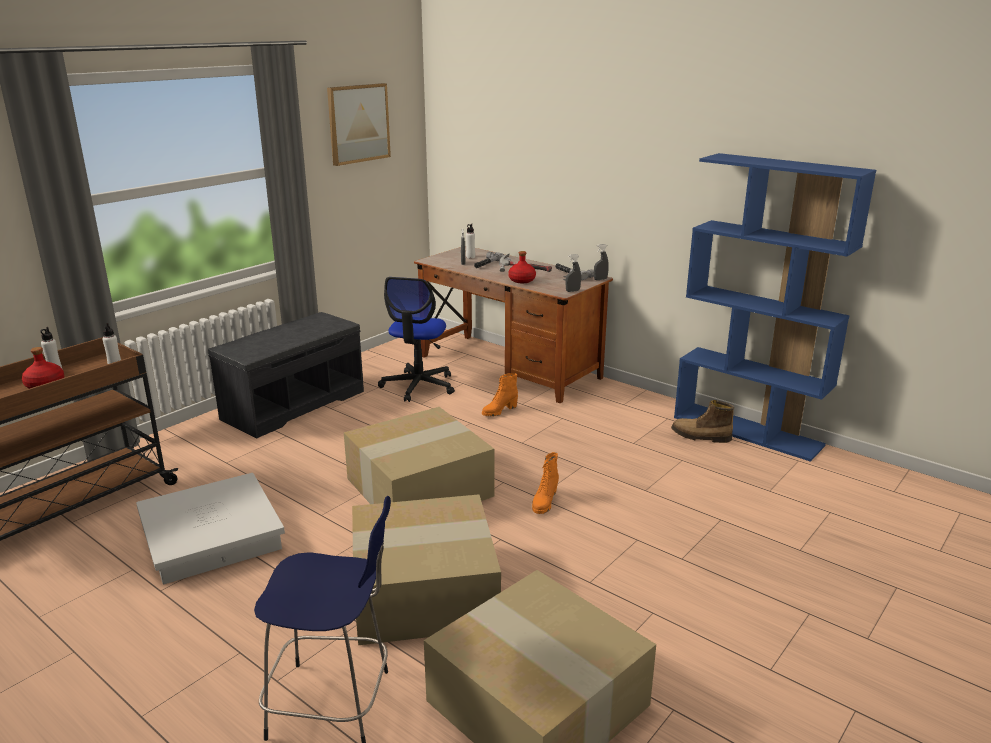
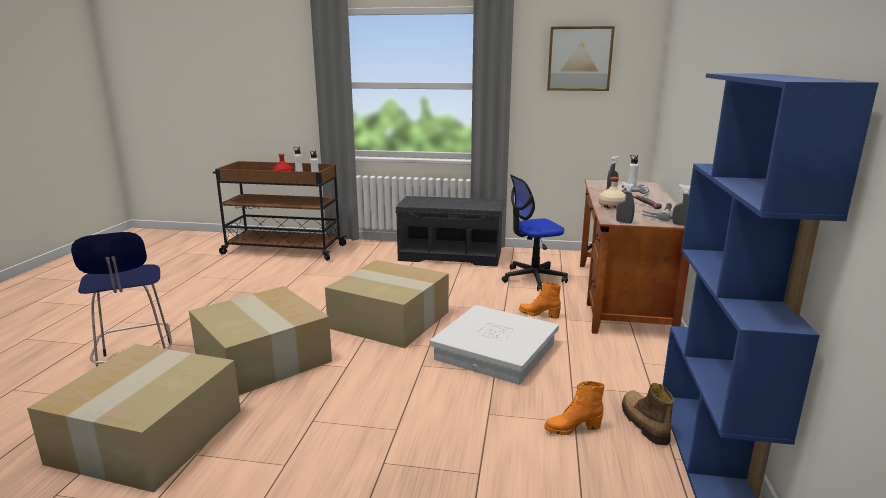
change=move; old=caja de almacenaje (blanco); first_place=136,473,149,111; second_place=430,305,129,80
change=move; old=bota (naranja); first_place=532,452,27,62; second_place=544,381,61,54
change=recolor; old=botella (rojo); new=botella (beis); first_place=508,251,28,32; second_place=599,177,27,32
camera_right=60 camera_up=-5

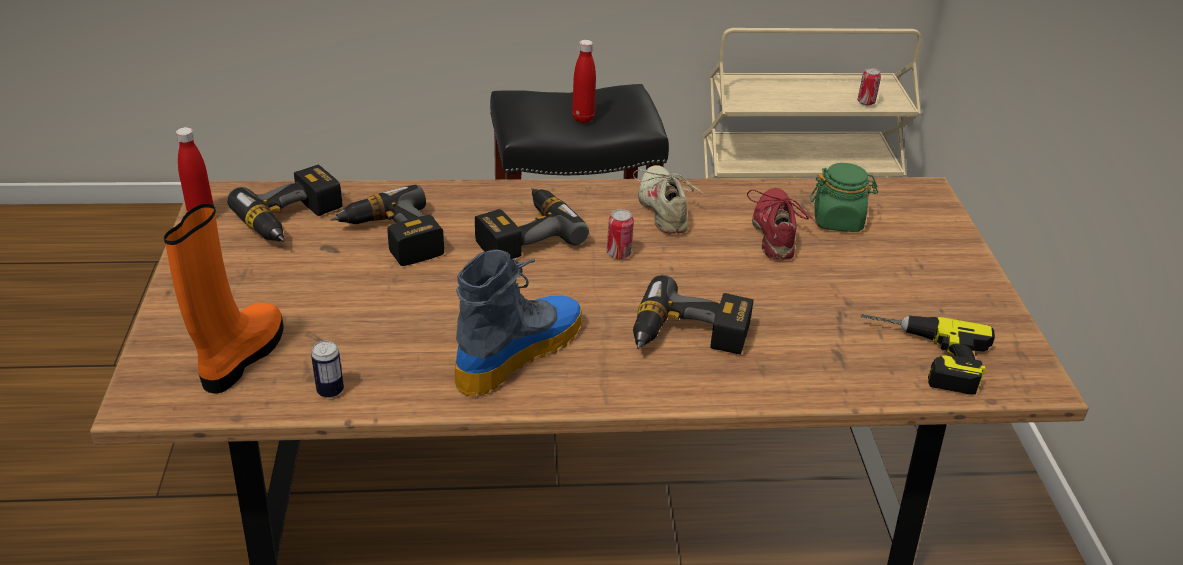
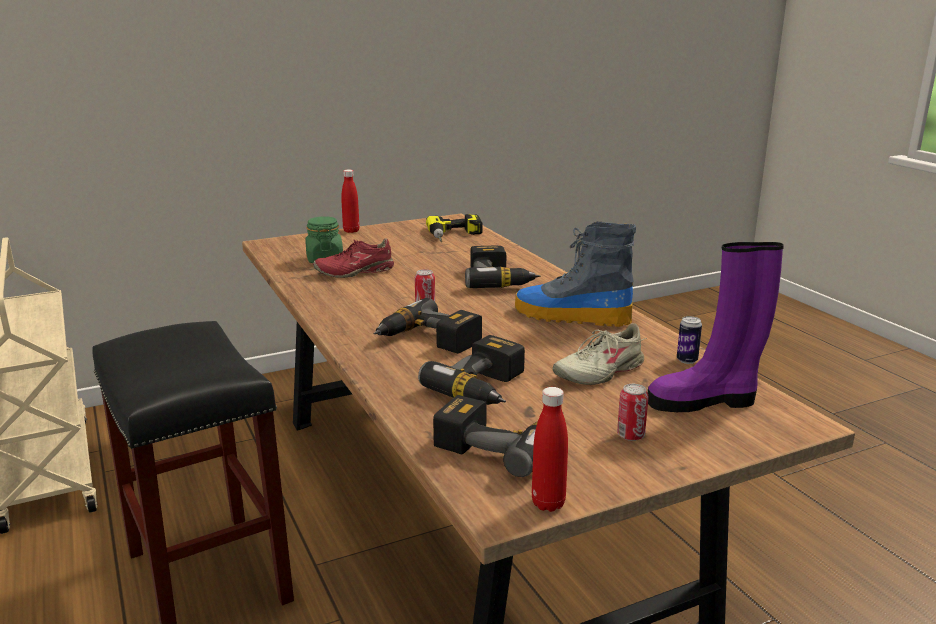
change=move; old=botella (rojo); first_place=572,40,24,83; second_place=341,169,19,64
change=move; old=zapato (beis); first_place=633,165,73,69; second_place=553,323,94,62
change=move; old=lata; first_place=858,68,23,37; second_place=617,384,32,57
change=recolor; old=bota (naranja); new=bota (morado); first_place=164,204,119,189; second_place=648,242,136,170
camera_right=-110 camera_up=-15

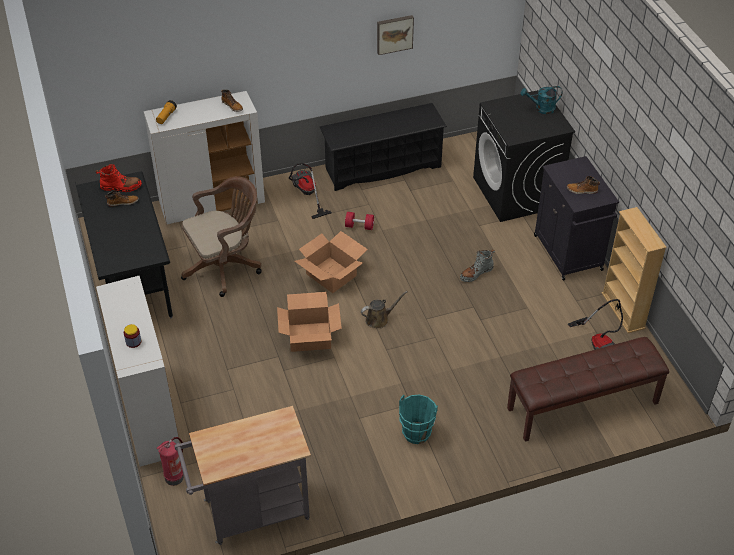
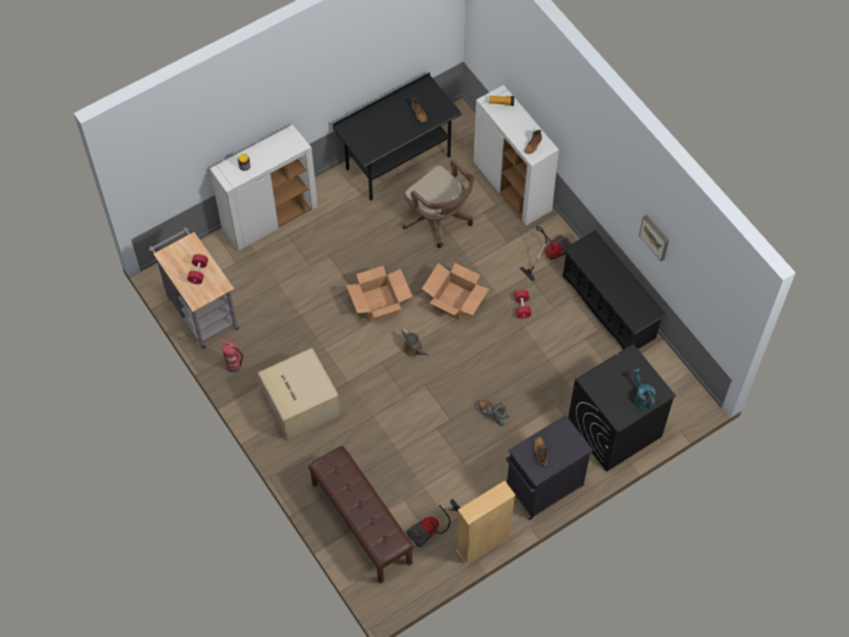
change=insert; new=mancuerna (rojo); second_place=187,254,21,30
change=move; old=extintor; first_place=157,437,27,49; second_place=220,339,23,34
change=replace; old=cubo (turquesa); new=caja de cartón; first_place=399,395,39,49; second_place=257,348,84,93
change=delete; old=bota (rojo); first_place=96,164,46,28
camera_right=75 camera_up=15

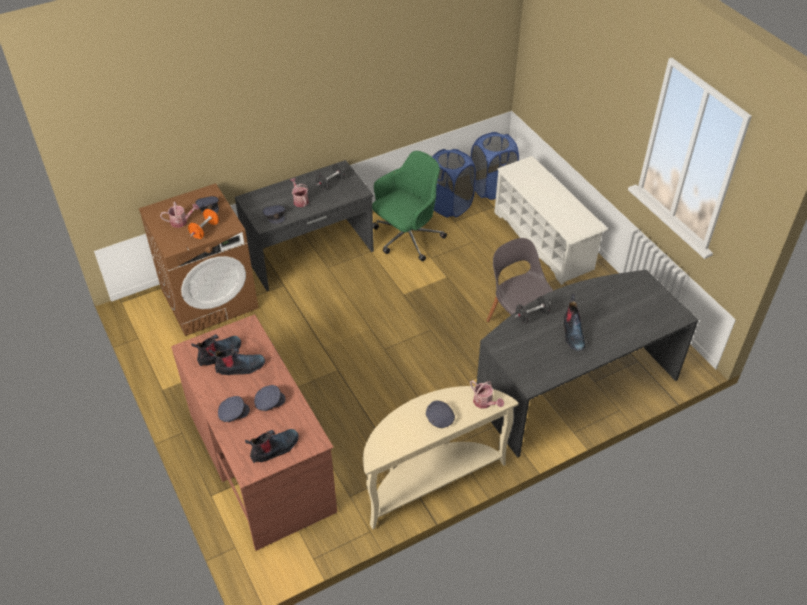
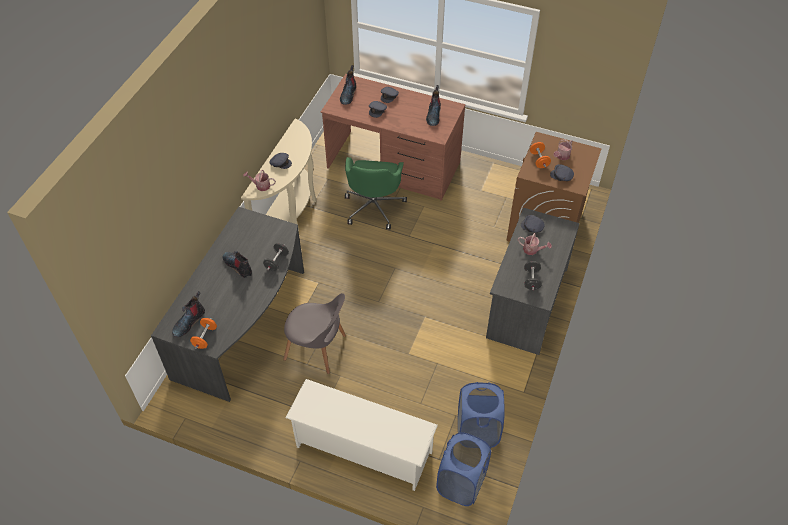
change=move; old=bota; first_place=208,348,57,27; second_place=172,291,33,46
change=insert; new=mancuerna (naranja); second_place=190,318,27,31
change=move; old=silla de oficina (verde); first_place=372,151,75,111; second_place=345,157,62,73
camera_right=140 camera_up=5

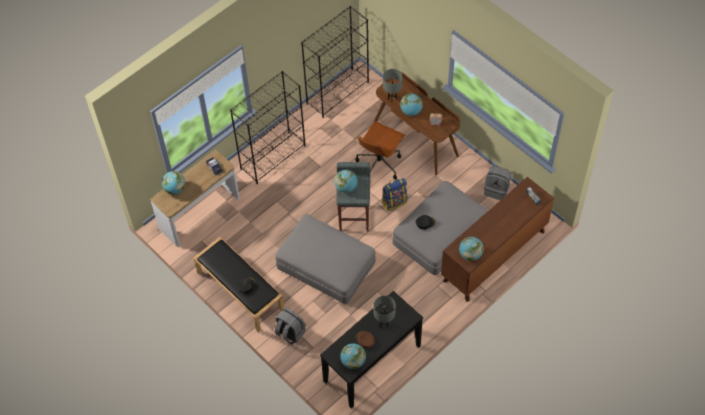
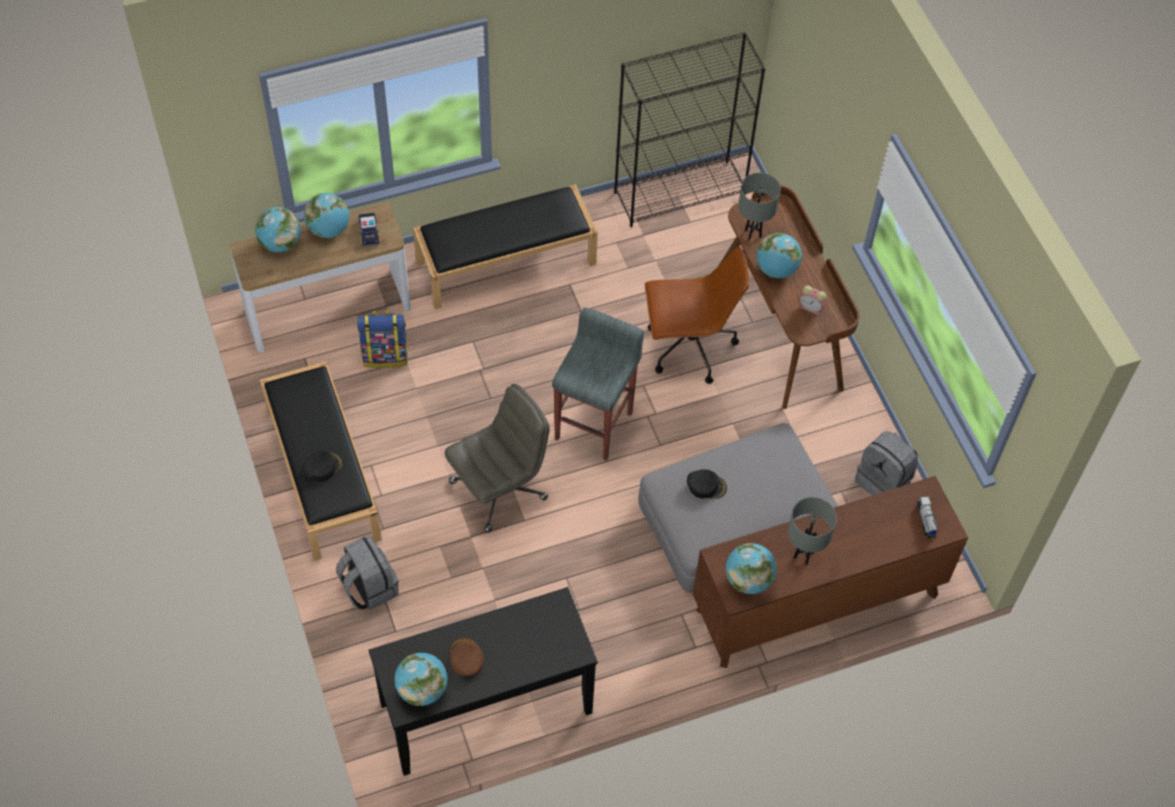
change=move; old=globo terráqueo; first_place=334,170,24,23; second_place=304,193,45,45
change=move; old=mochila; first_place=382,178,25,33; second_place=357,310,51,58
change=replace; old=estantería (negro); new=banco (negro); first_place=230,71,76,113; second_place=413,184,185,126
change=replace; old=puf (gris); new=silla de oficina (gris); first_place=275,214,101,90; second_place=444,384,106,149
change=rotate; old=silla de oficina (marrón); first_place=355,121,50,58; second_place=645,247,104,137; degrees=-150
change=move; old=lámpara de mesa (gris); first_place=373,296,23,32; second_place=788,497,49,68
camera_right=20 camera_up=0

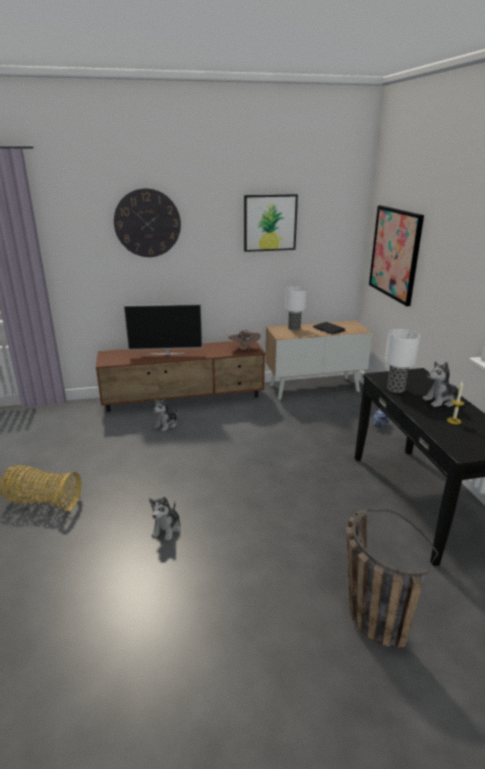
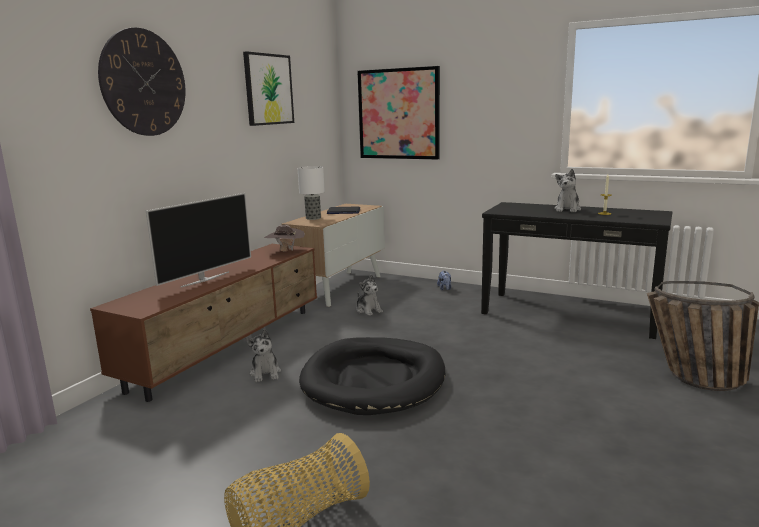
change=insert; new=cama para perro (negro); second_place=299,337,146,78
change=move; old=peluche; first_place=149,497,32,44; second_place=356,274,27,42
change=delete; old=lámpara de mesa; first_place=385,329,35,64
camera_right=-50 camera_up=-10

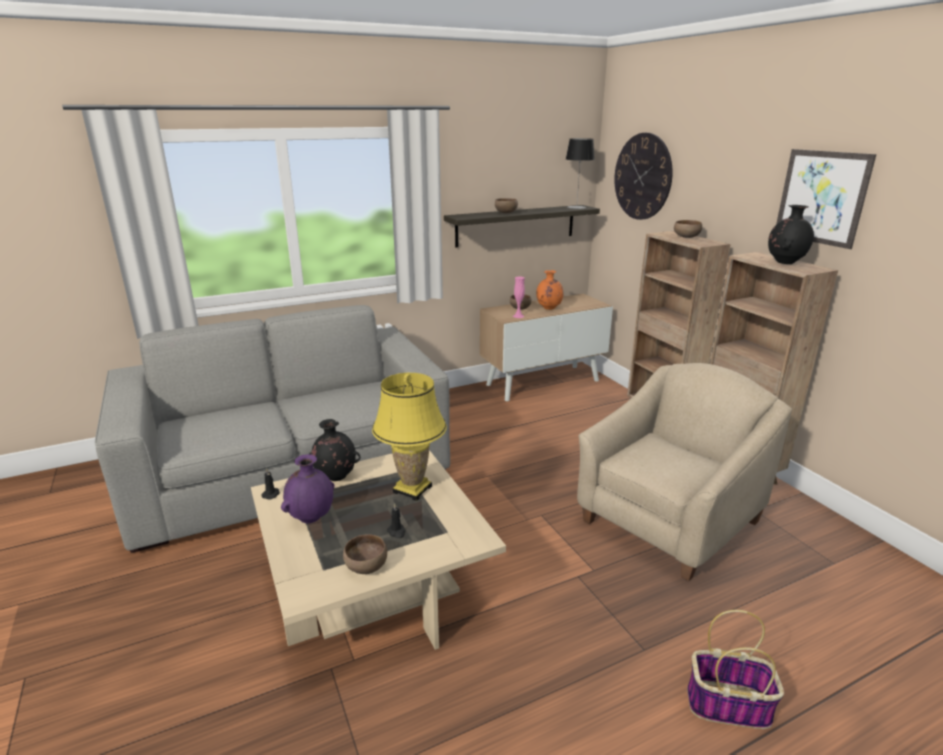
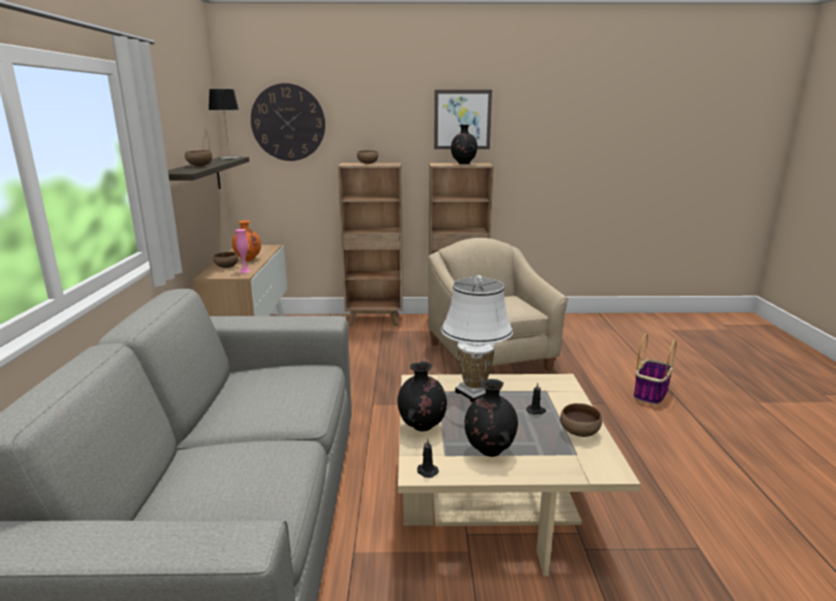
change=recolor; old=lámpara de mesa (amarillo); new=lámpara de mesa (blanco); first_place=372,373,75,128; second_place=441,275,72,128
change=recolor; old=florero (morado); new=florero (negro); first_place=281,454,53,70; second_place=464,379,54,78
camera_right=-65 camera_up=-5

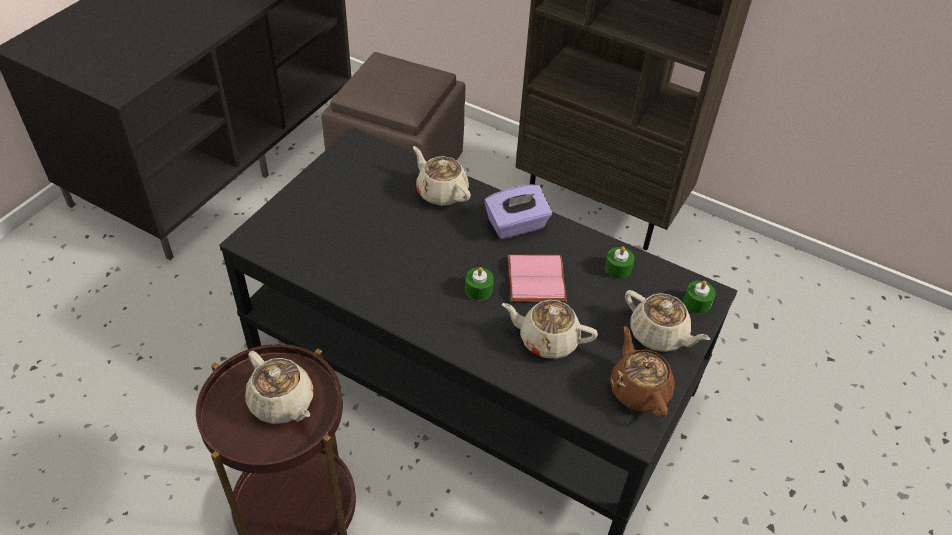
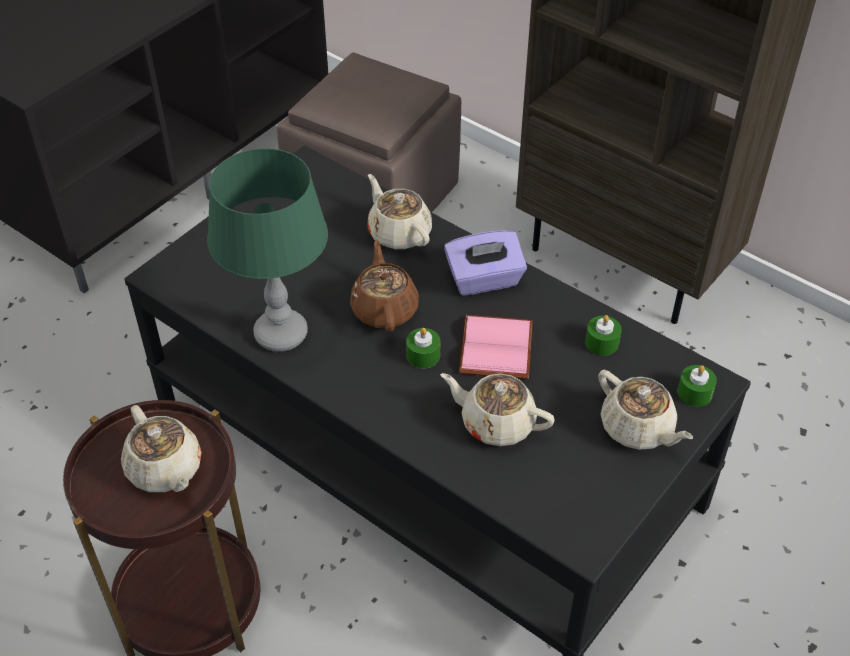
change=insert; new=lámpara de mesa (verde); second_place=207,148,121,204
change=move; old=tetera (marrón); first_place=610,326,65,91; second_place=350,240,69,92
camera_right=10 camera_up=0

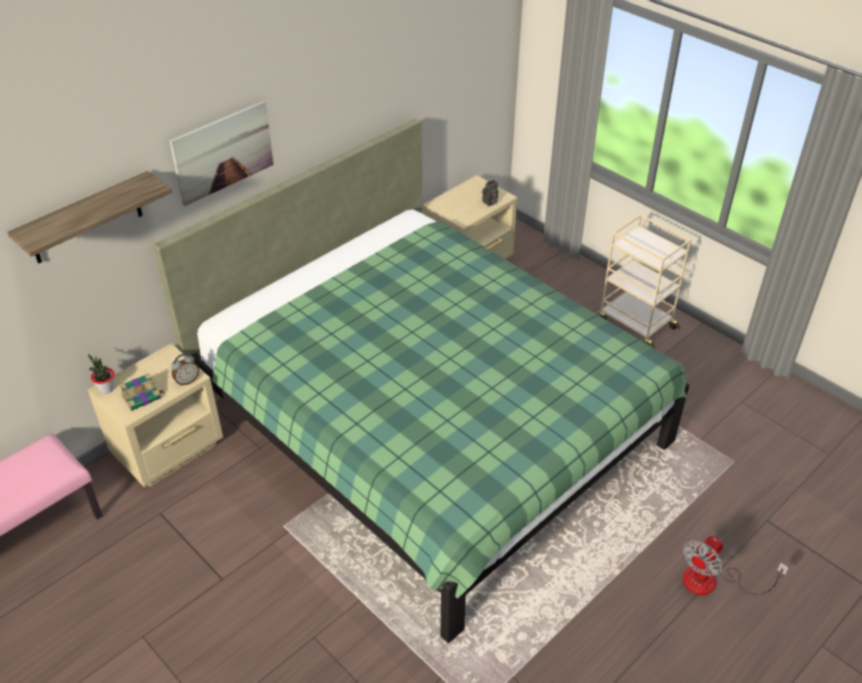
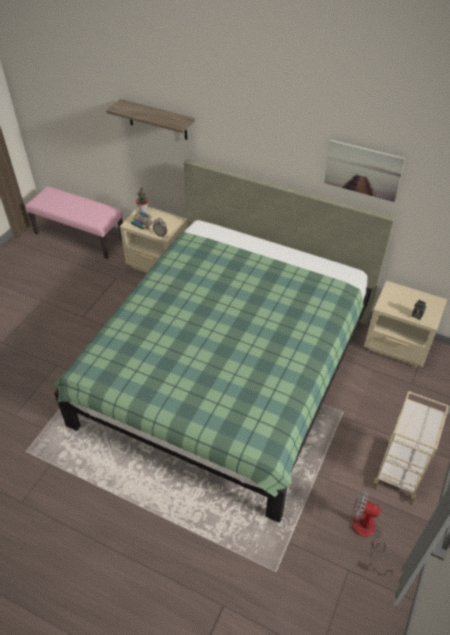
change=move; old=cuadro; first_place=169,101,105,105; second_place=324,140,82,62
change=move; old=ventilador; first_place=683,536,106,59; second_place=352,491,43,85
camera_right=70 camera_up=5

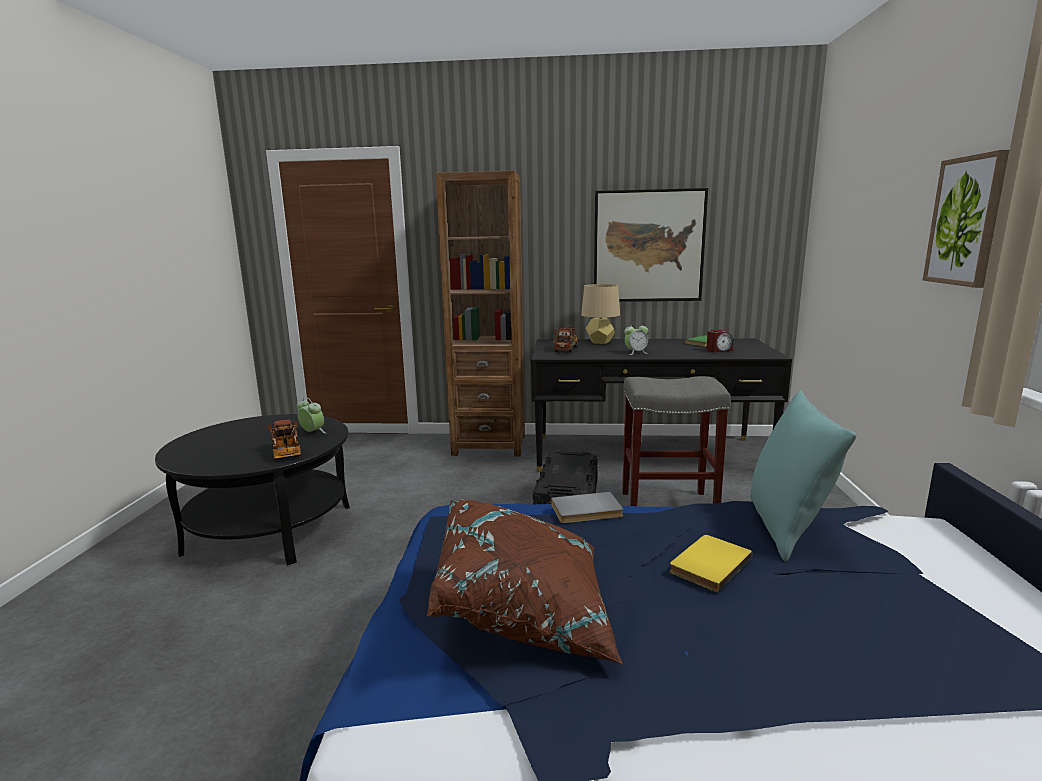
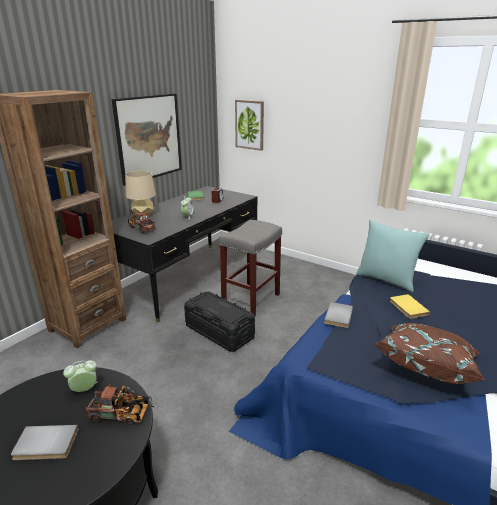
change=insert; new=libro (gris); second_place=11,425,68,35
change=move; old=cuadro; first_place=923,150,86,138; second_place=235,100,29,51
camera_right=-60 camera_up=10

